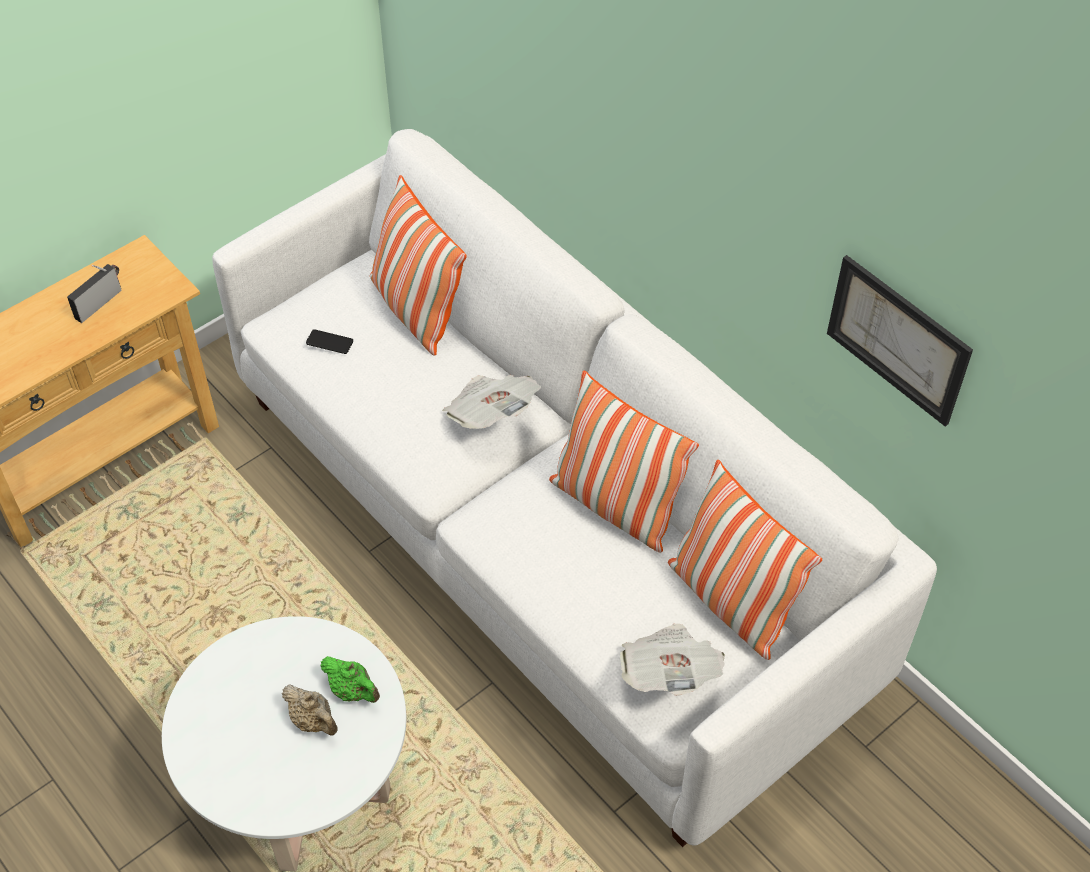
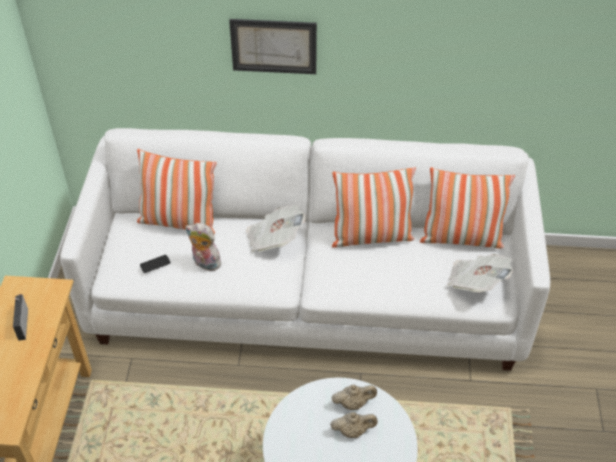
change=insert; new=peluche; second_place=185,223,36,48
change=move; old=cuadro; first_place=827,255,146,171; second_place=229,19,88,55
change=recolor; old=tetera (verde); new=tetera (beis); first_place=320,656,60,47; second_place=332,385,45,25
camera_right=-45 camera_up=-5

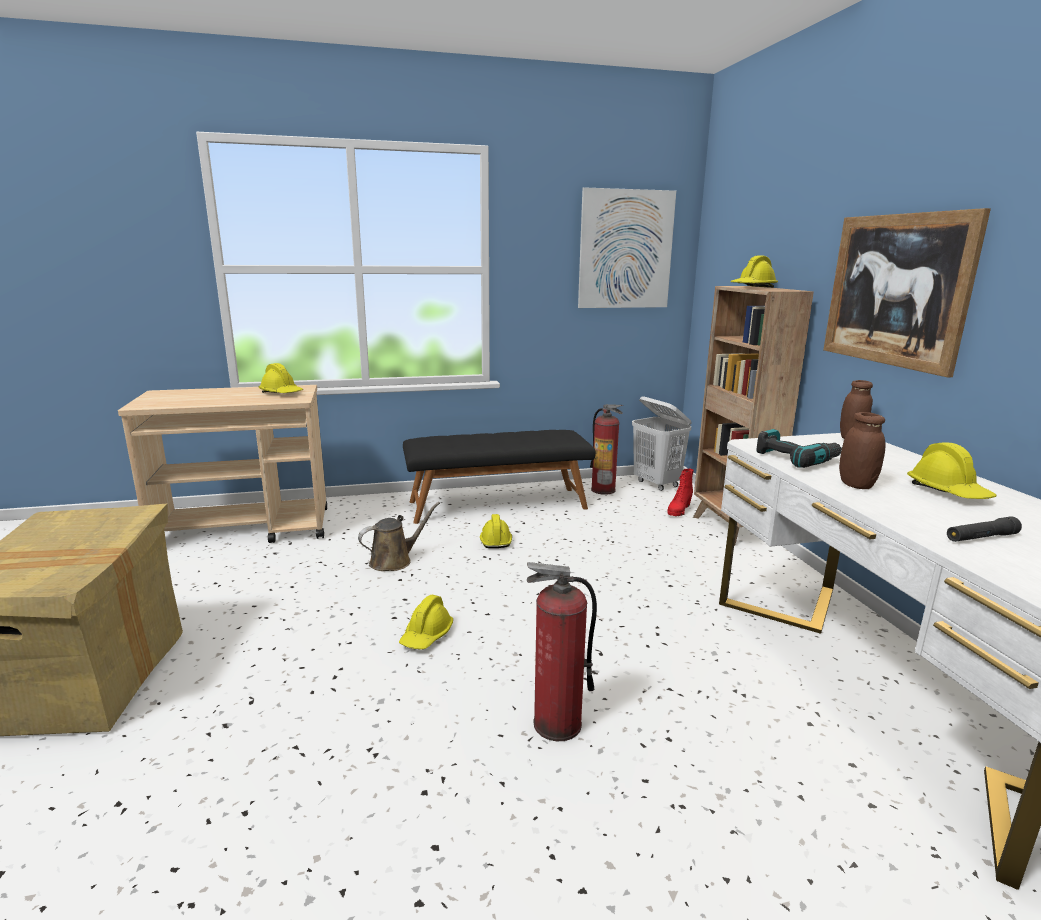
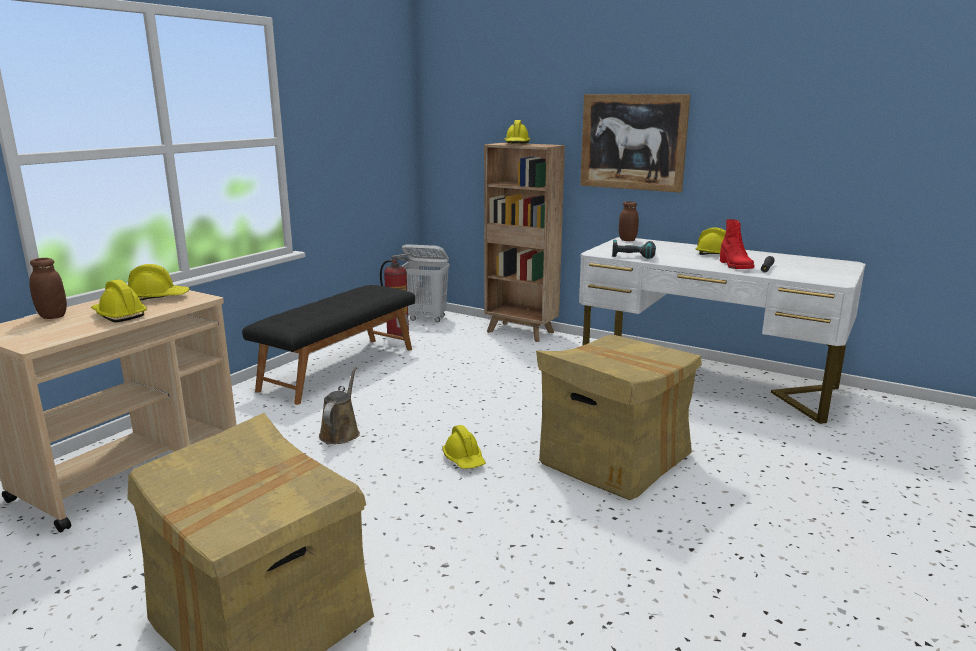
change=move; old=tarro (marrón); first_place=839,412,47,77; second_place=29,258,38,61
change=move; old=casco (amarillo); first_place=480,514,32,34; second_place=91,279,56,43
change=replace; old=extintor; new=caja de cartón; first_place=527,562,70,179; second_place=536,335,166,165
change=move; old=bota (rojo); first_place=667,469,26,47; second_place=720,219,34,50
change=delete; old=cuadro; first_place=578,187,98,121
camera_right=-45 camera_up=0

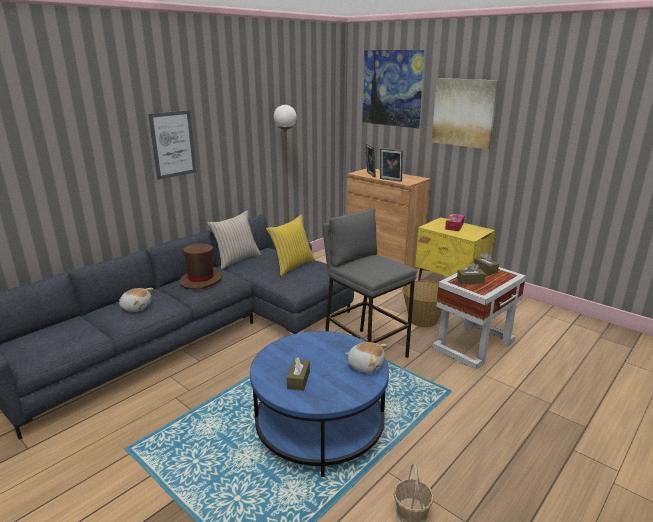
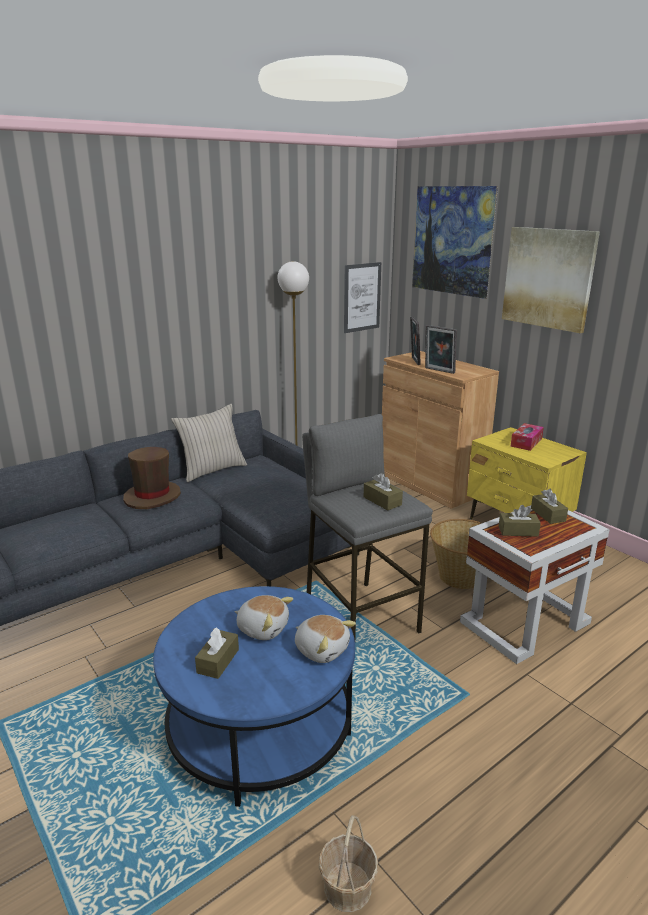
change=move; old=peluche; first_place=119,288,34,24; second_place=235,595,58,45
change=move; old=cuadro; first_place=148,110,48,70; second_place=344,262,37,71
change=insert; new=caja de pañuelos (marrón); second_place=364,473,39,38
change=delete; old=cojín (amarillo); first_place=266,214,49,62
camera_right=10 camera_up=0

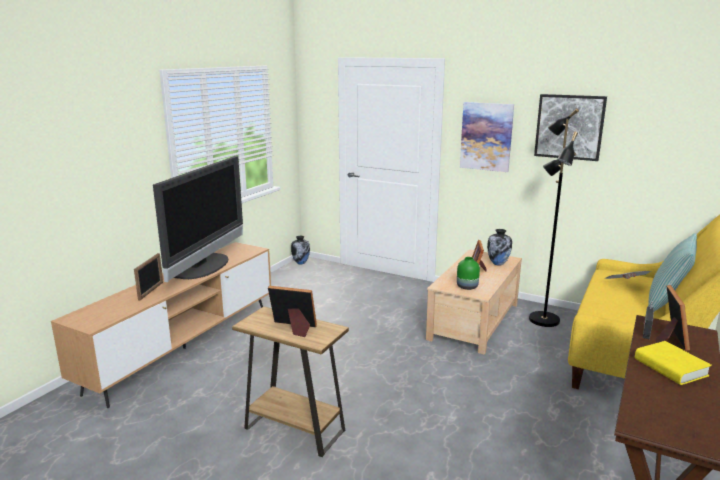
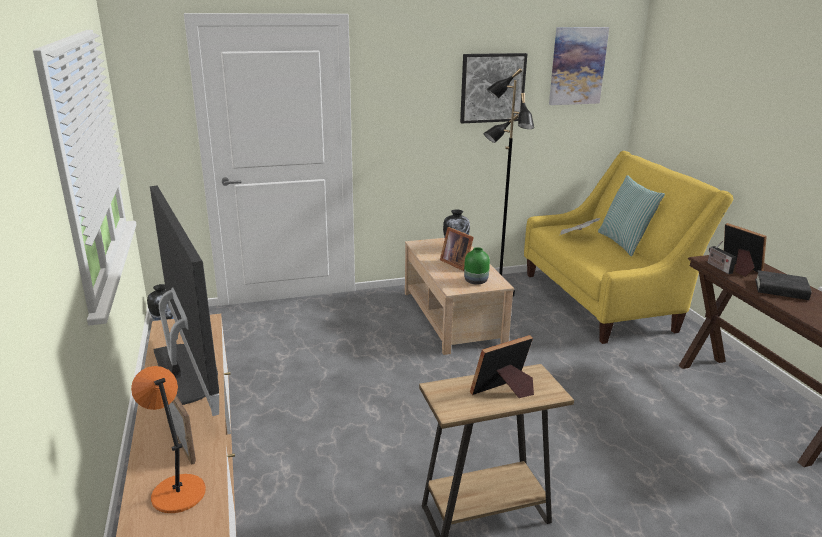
change=insert; new=lámpara de mesa (naranja); second_place=131,366,75,147
change=move; old=cuadro; first_place=460,102,54,70; second_place=549,27,60,78
change=recolor; old=libro (amarillo); new=libro (negro); first_place=635,341,77,44; second_place=755,270,56,30
camera_right=-45 camera_up=5

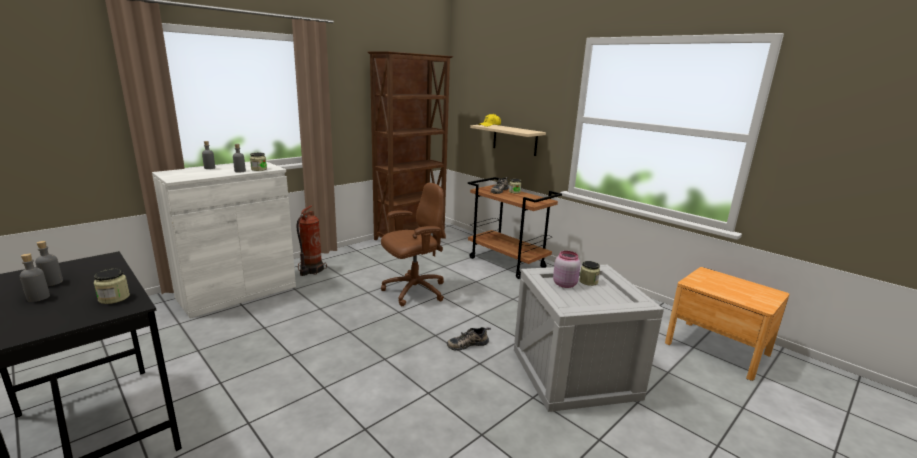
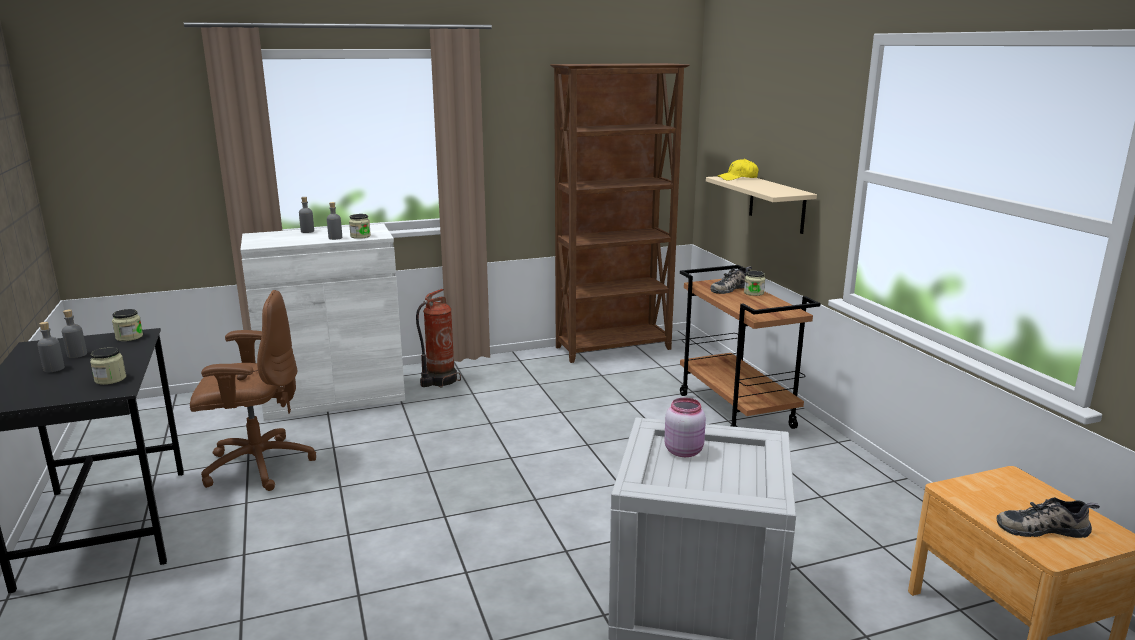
change=move; old=tarro; first_place=579,261,21,25; second_place=112,309,31,32
change=move; old=silla de oficina (marrón); first_place=381,183,65,123; second_place=190,290,126,201
change=move; old=zapato; first_place=447,327,44,24; second_place=997,497,103,41
camera_right=25 camera_up=0

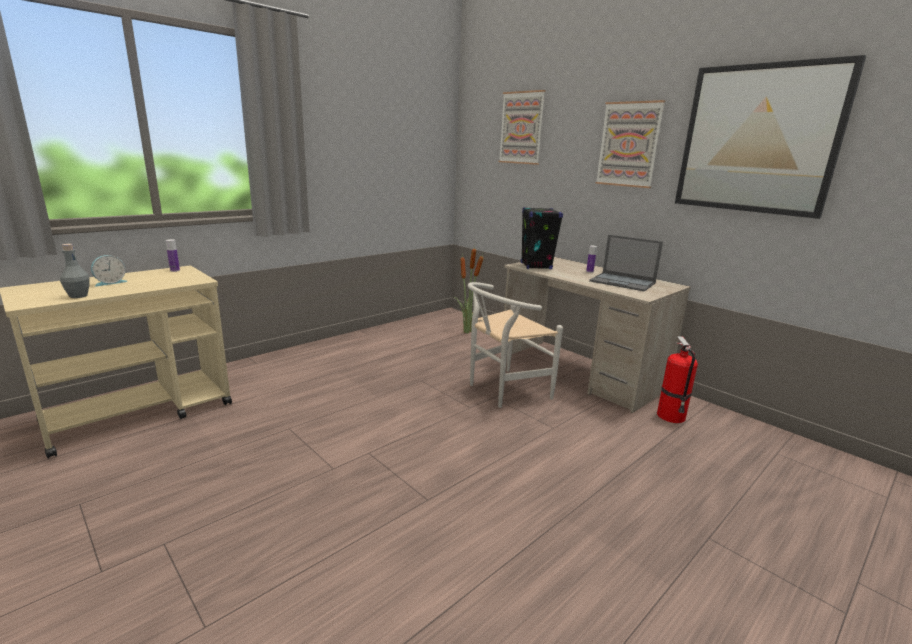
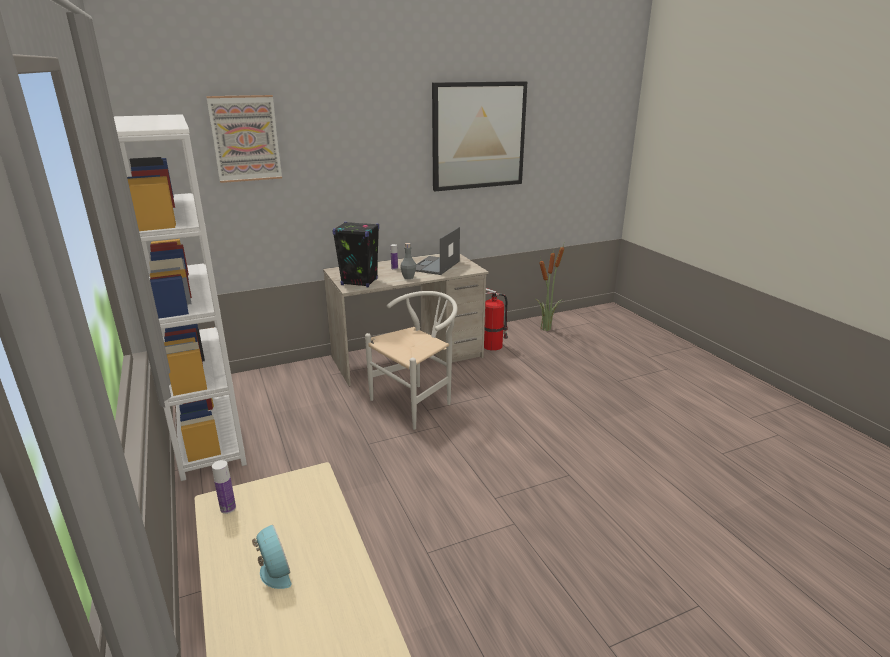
change=insert; new=estantería (blanco); second_place=114,114,133,367
change=rotate; old=silla (blanco); first_place=468,282,95,126; second_place=365,291,93,139; degrees=-120
change=move; old=botella (gris); first_place=60,244,29,54; second_place=400,243,16,36
change=rotate; old=portátil; first_place=589,235,74,57; second_place=416,227,44,48; degrees=150
change=move; old=planta en maceta; first_place=453,246,31,87; second_place=535,244,29,87
change=delete; old=cuadro; first_place=595,100,70,88
camera_right=-70 camera_up=5

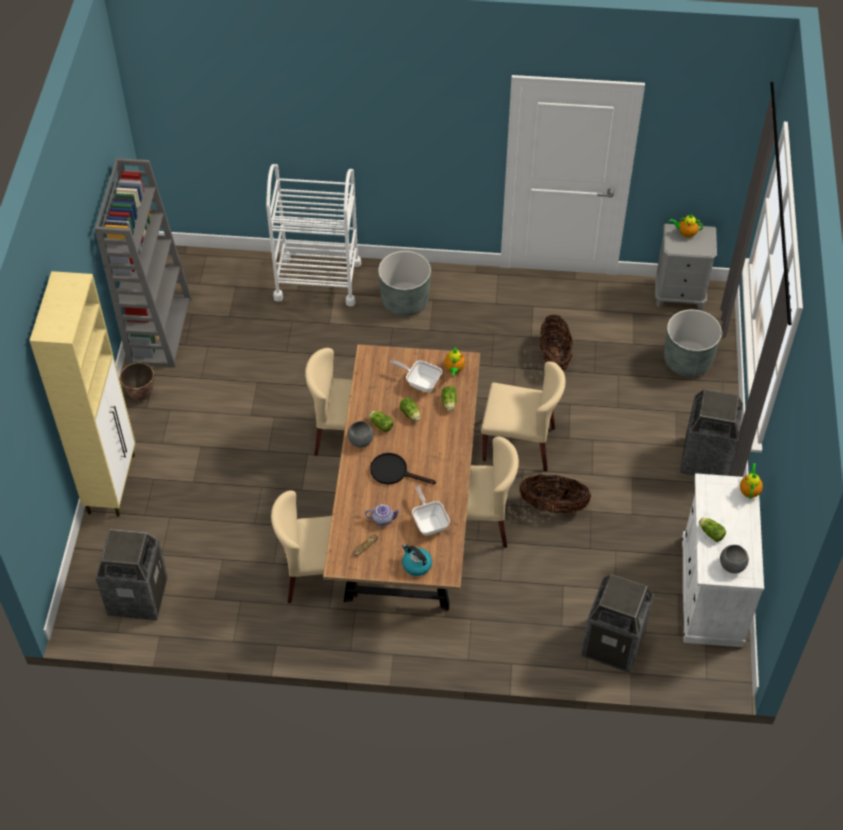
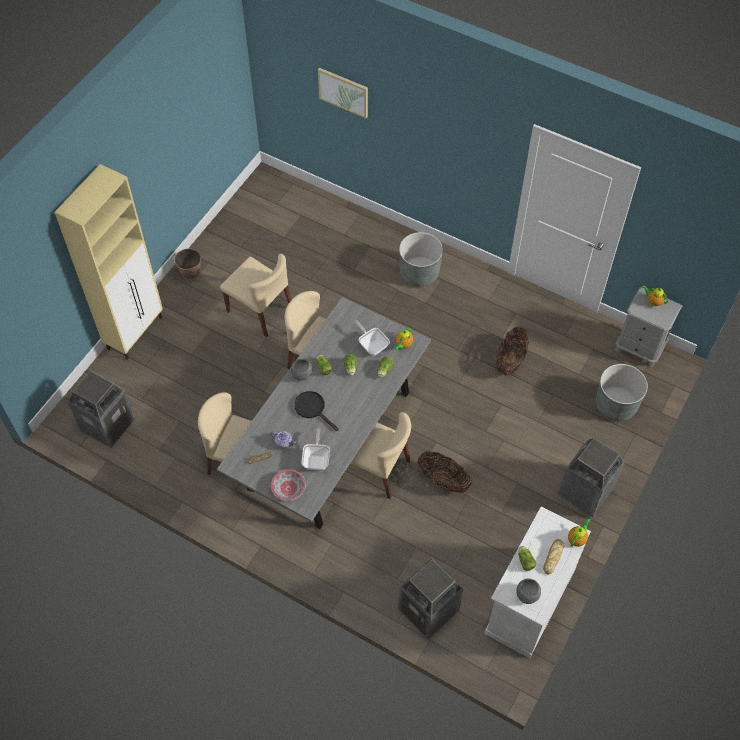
change=recolor; old=mesa de comedor (marrón); new=mesa de comedor (gris); first_place=323,345,157,265; second_place=217,297,214,232
change=move; old=silla (beis); first_place=481,361,85,110; second_place=220,254,72,83
change=replace; old=hervidor; new=cuenco; first_place=402,544,30,32; second_place=271,469,35,32
change=insert; new=cuadro; second_place=318,68,50,50
change=insert; new=pan; second_place=543,539,21,36
change=delete; old=estantería (gris); first_place=95,158,97,209
change=delete; old=carrito (blanco); first_place=266,164,95,142
camera_right=25 camera_up=5

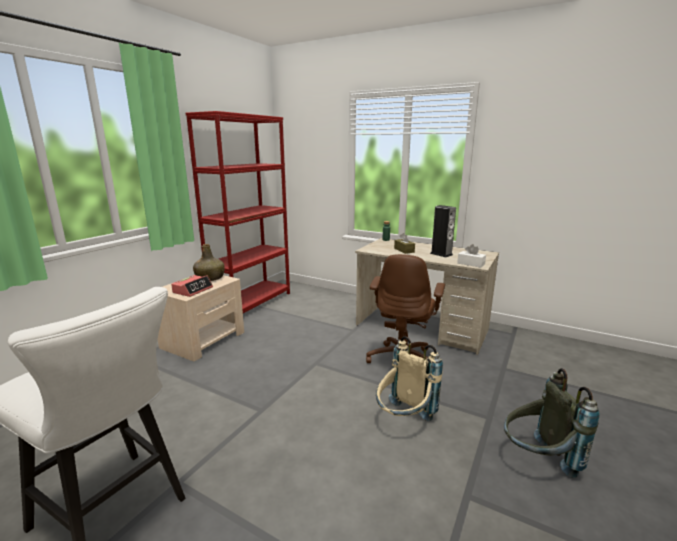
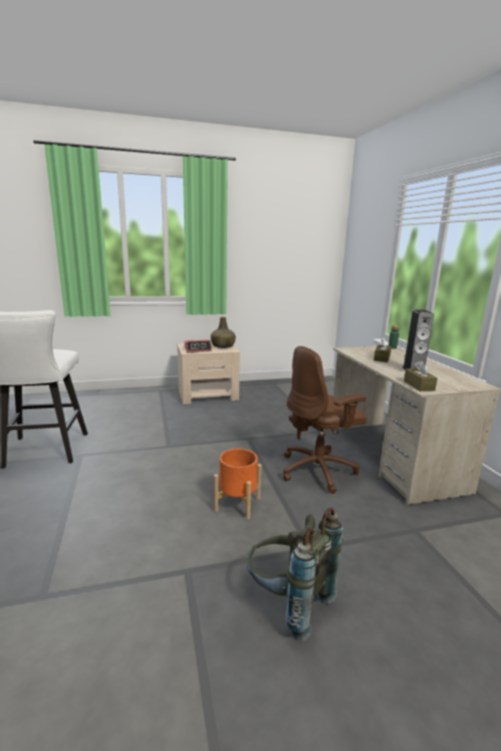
change=replace; old=mochila (beis); new=maceta (naranja); first_place=376,336,67,85; second_place=214,448,48,71
change=recolor; old=caja de pañuelos (blanco); new=caja de pañuelos (marrón); first_place=457,244,29,24; second_place=404,360,33,31
change=delete; old=estantería (rojo); first_place=185,111,105,202
camera_right=45 camera_up=0

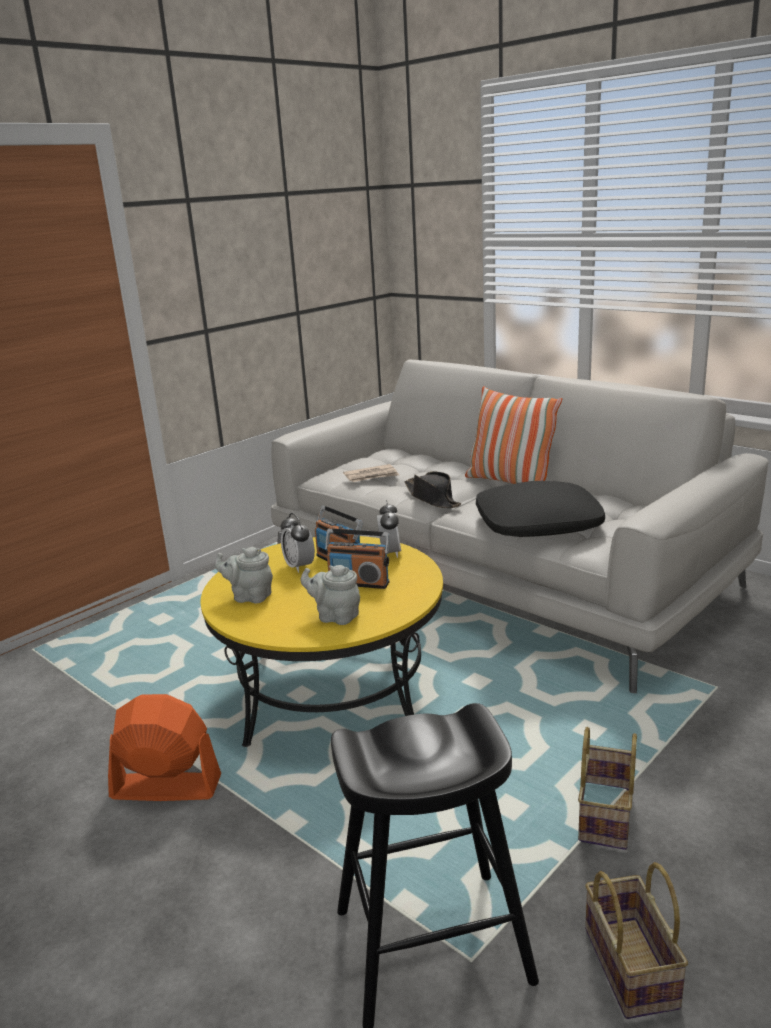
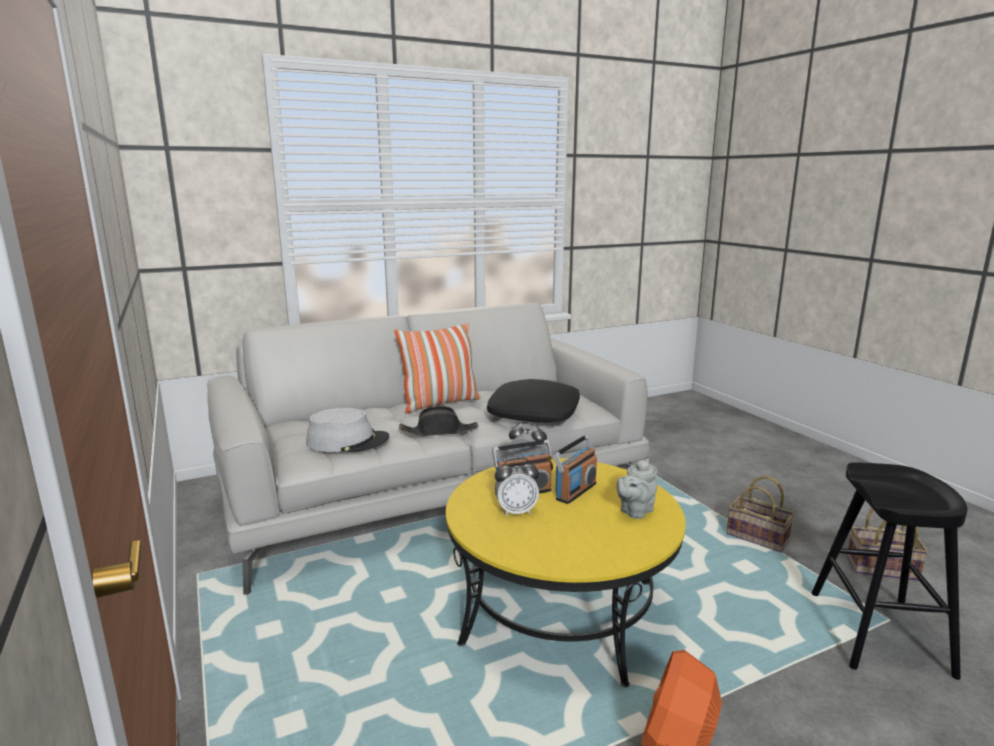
change=replace; old=periódico; new=sombrero (gris); first_place=343,464,56,18; second_place=306,408,83,44
change=delete; old=tetera (gris); first_place=214,547,59,56
camera_right=-70 camera_up=-5

